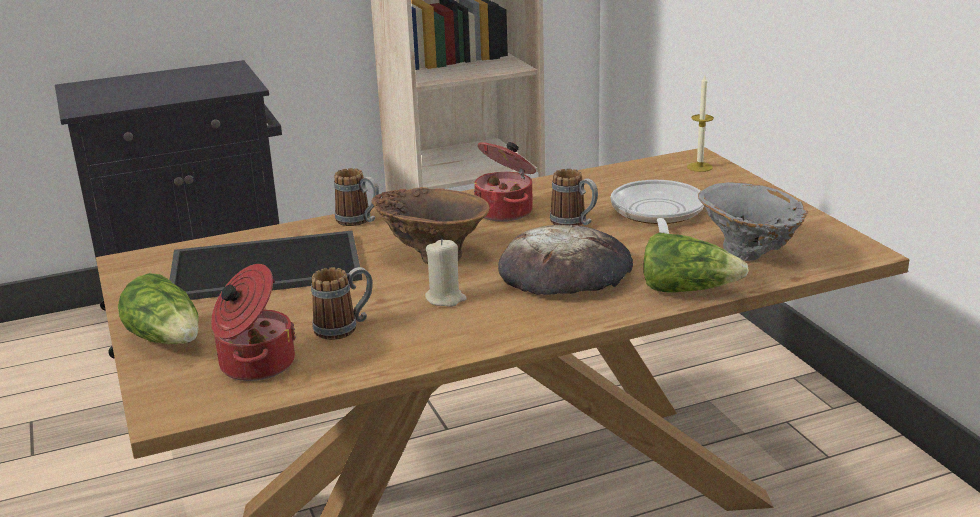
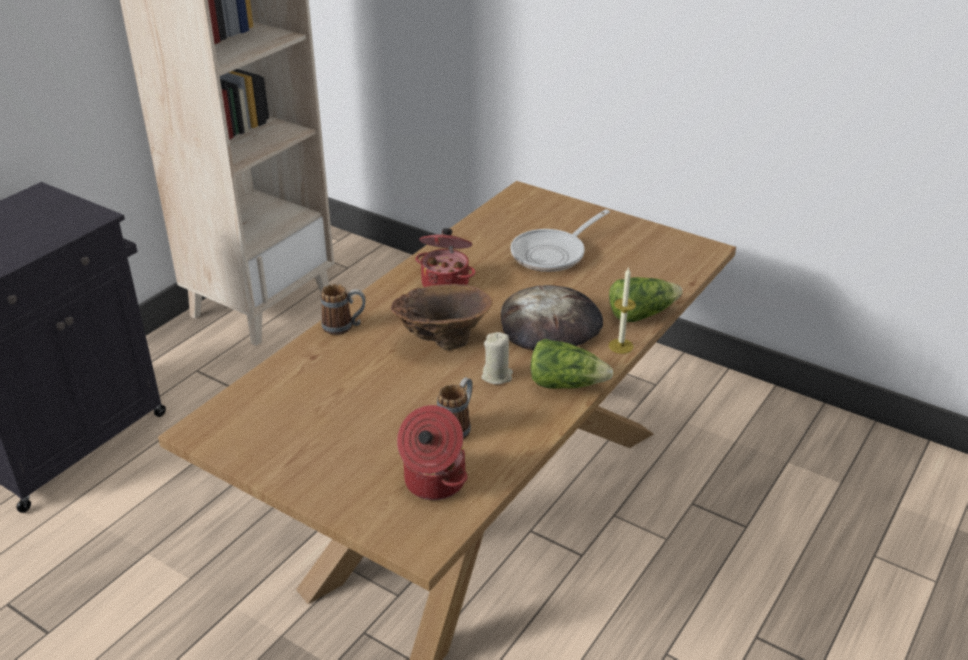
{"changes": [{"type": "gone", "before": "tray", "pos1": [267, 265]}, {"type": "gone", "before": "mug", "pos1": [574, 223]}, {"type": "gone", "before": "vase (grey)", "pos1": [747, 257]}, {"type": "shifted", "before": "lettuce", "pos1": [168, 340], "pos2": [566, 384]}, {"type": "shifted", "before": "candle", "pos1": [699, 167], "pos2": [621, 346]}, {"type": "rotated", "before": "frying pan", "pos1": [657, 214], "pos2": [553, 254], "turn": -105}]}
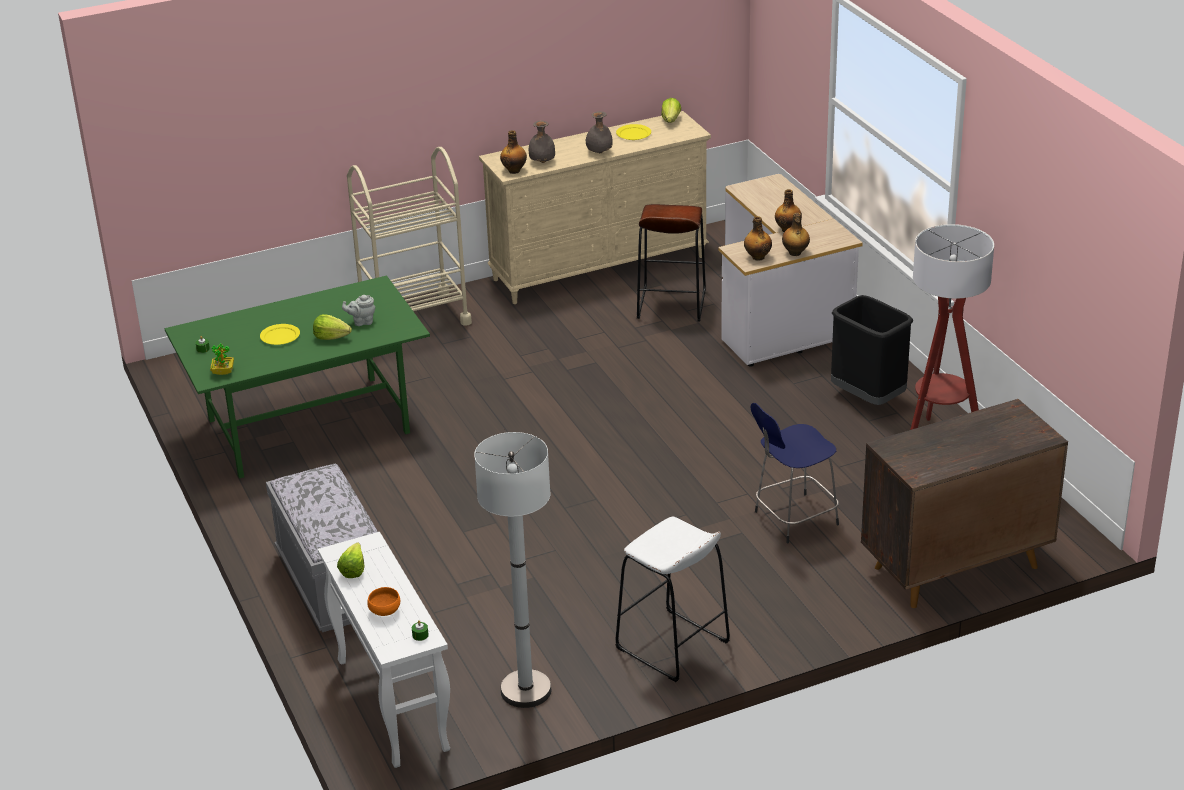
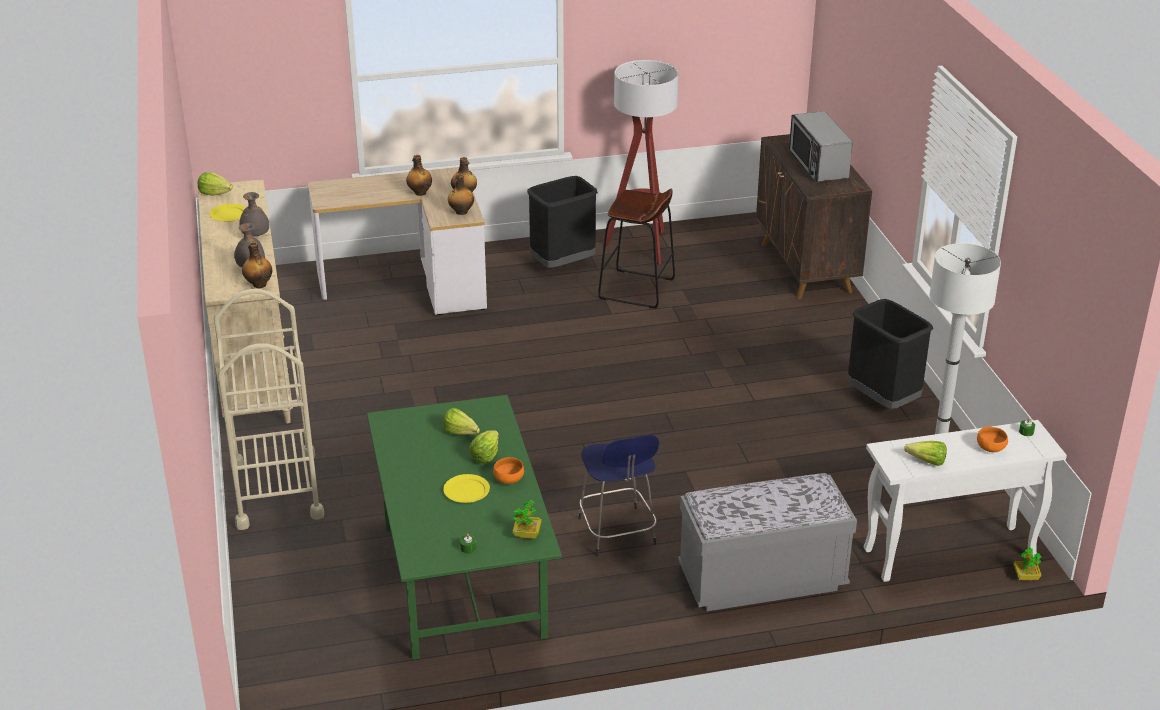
{"changes": [{"type": "new", "after": "bowl (orange)", "pos2": [508, 480]}, {"type": "new", "after": "microwave", "pos2": [818, 165]}, {"type": "new", "after": "potted plant", "pos2": [1025, 576]}, {"type": "shifted", "before": "stool (brown)", "pos1": [671, 304], "pos2": [637, 289]}, {"type": "shifted", "before": "stool (blue)", "pos1": [793, 519], "pos2": [617, 533]}, {"type": "swapped", "before": "teapot (grey)", "after": "lettuce", "pos1": [362, 322], "pos2": [462, 434]}, {"type": "swapped", "before": "stool (white)", "after": "trash can (black)", "pos1": [672, 645], "pos2": [883, 400]}]}
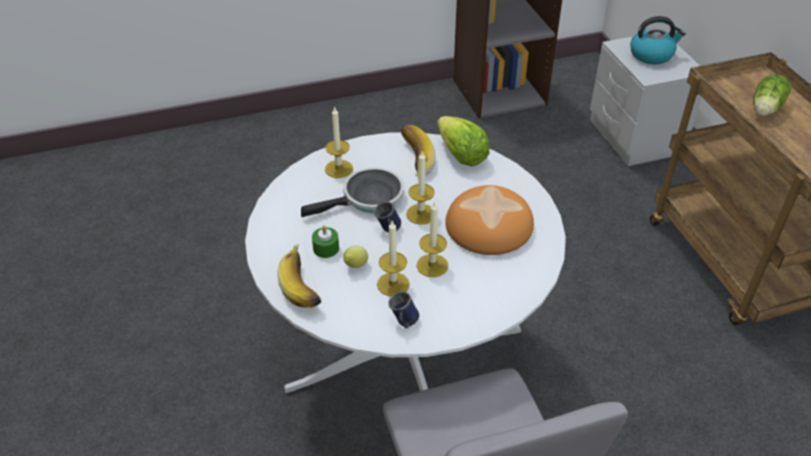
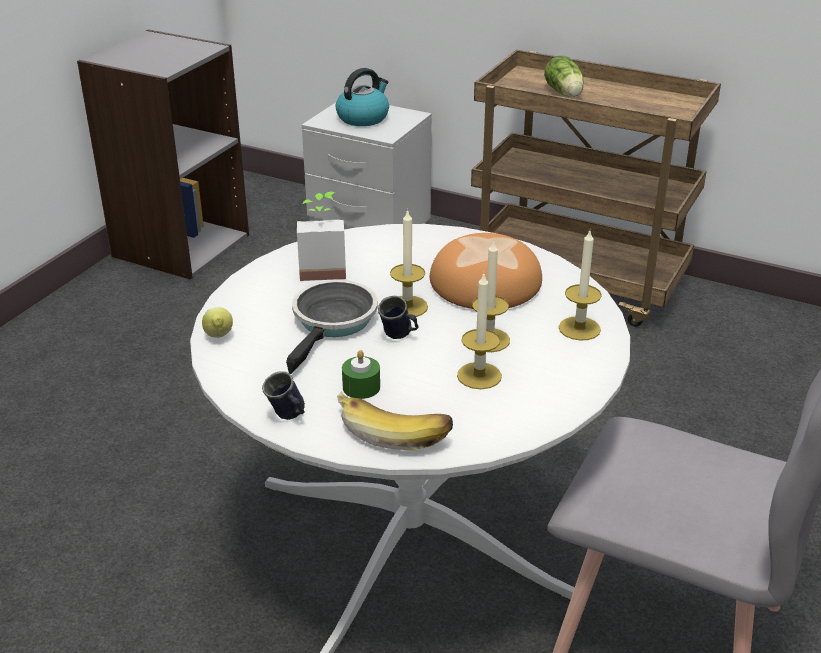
{"changes": [{"type": "gone", "before": "lettuce", "pos1": [461, 156]}, {"type": "shifted", "before": "candle", "pos1": [339, 169], "pos2": [579, 328]}, {"type": "shifted", "before": "lemon", "pos1": [355, 266], "pos2": [219, 337]}, {"type": "shifted", "before": "mug (blue)", "pos1": [403, 323], "pos2": [288, 417]}, {"type": "swapped", "before": "banana", "after": "potted plant", "pos1": [412, 160], "pos2": [322, 269]}]}
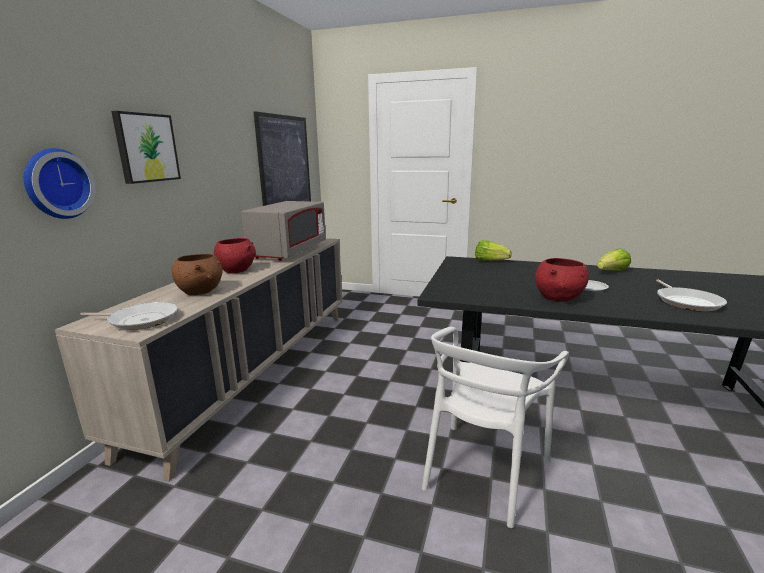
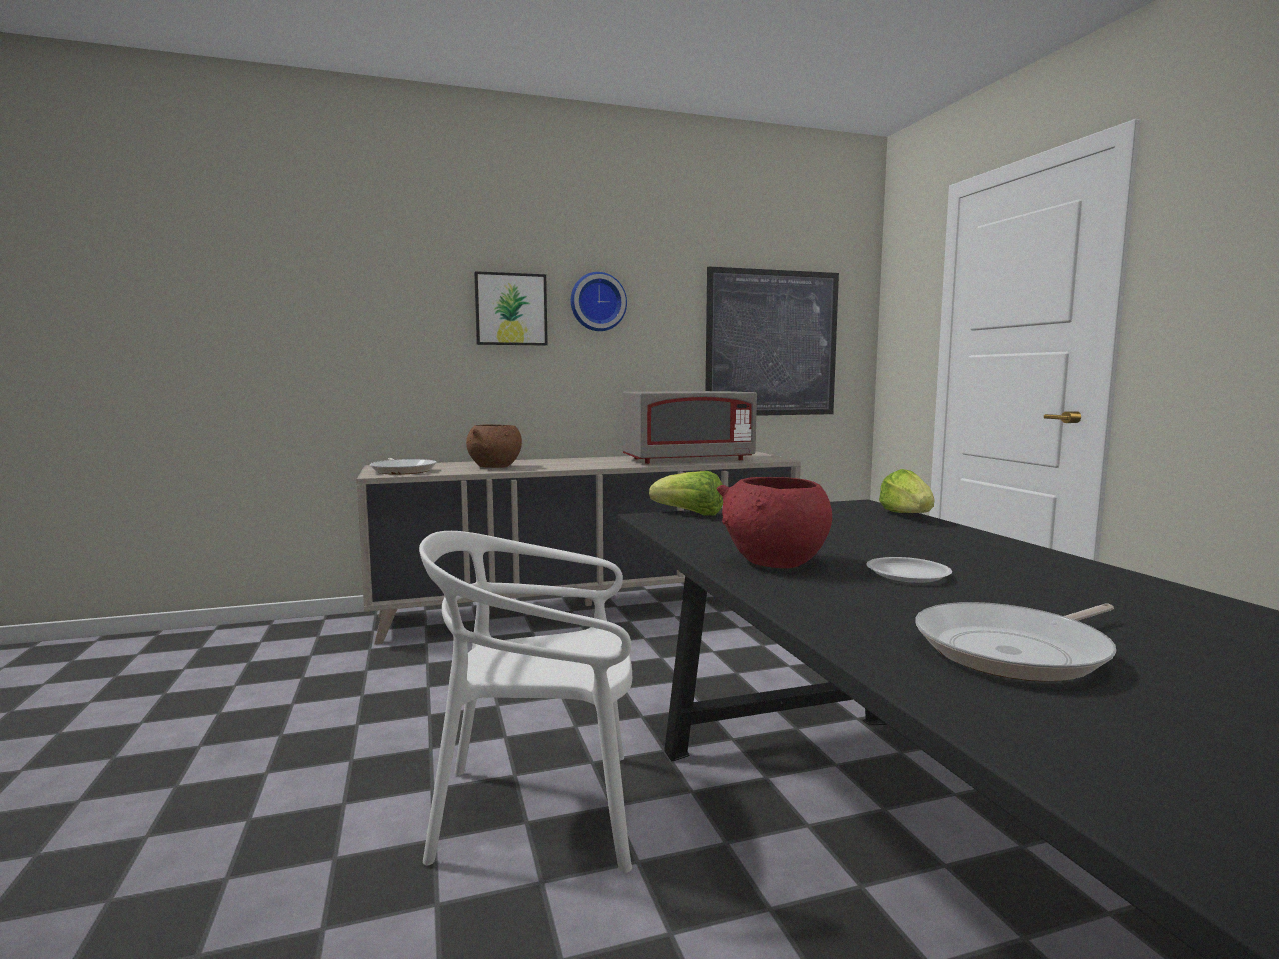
{"changes": [{"type": "gone", "before": "bowl (red)", "pos1": [237, 270]}, {"type": "shifted", "before": "wall clock", "pos1": [56, 184], "pos2": [597, 302]}, {"type": "shifted", "before": "lettuce", "pos1": [612, 272], "pos2": [690, 514]}]}
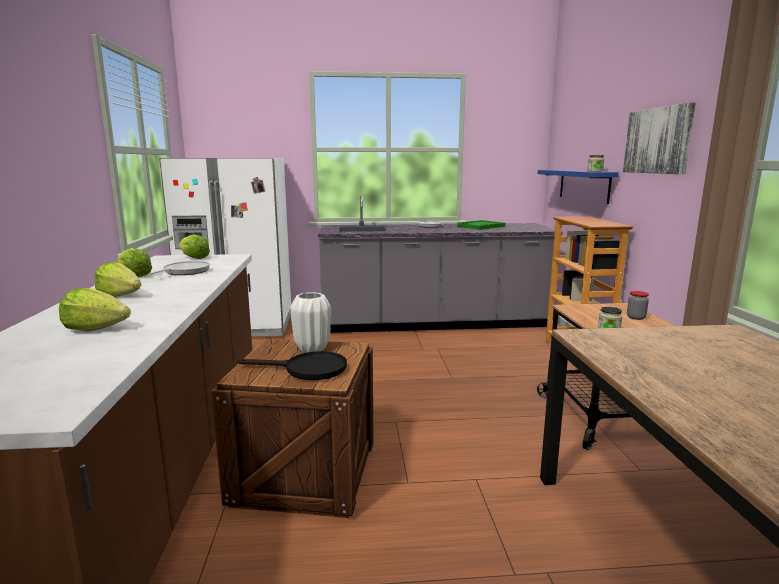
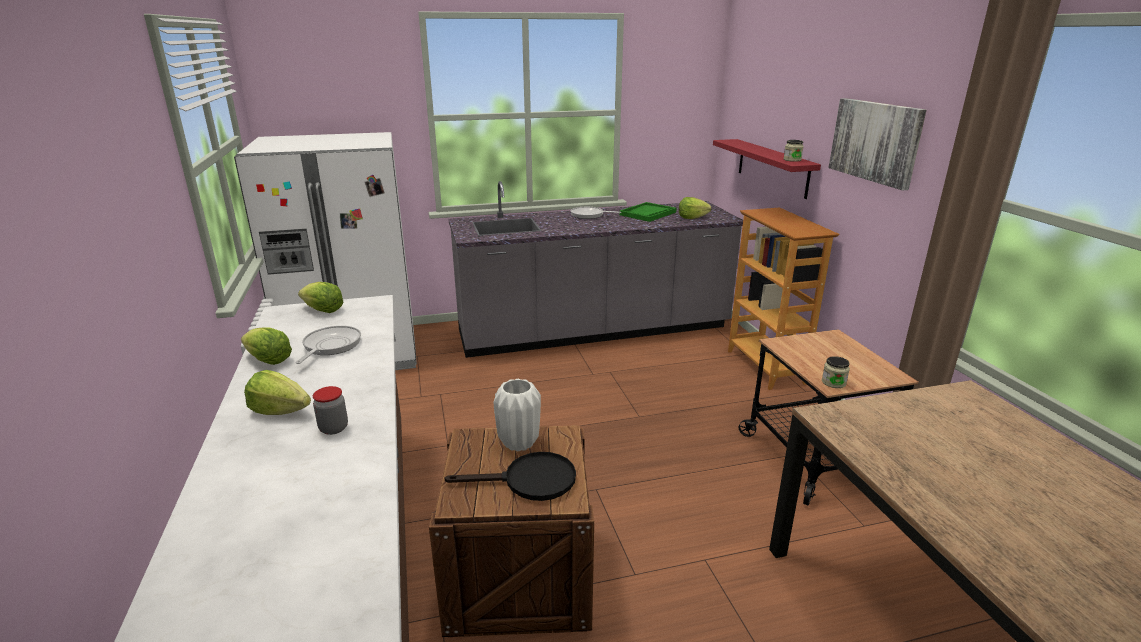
{"changes": [{"type": "shifted", "before": "lettuce", "pos1": [96, 328], "pos2": [692, 218]}, {"type": "shifted", "before": "jar", "pos1": [636, 317], "pos2": [333, 428]}, {"type": "repainted", "before": "shelf (blue)", "after": "shelf (red)", "pos1": [583, 185], "pos2": [772, 167]}]}
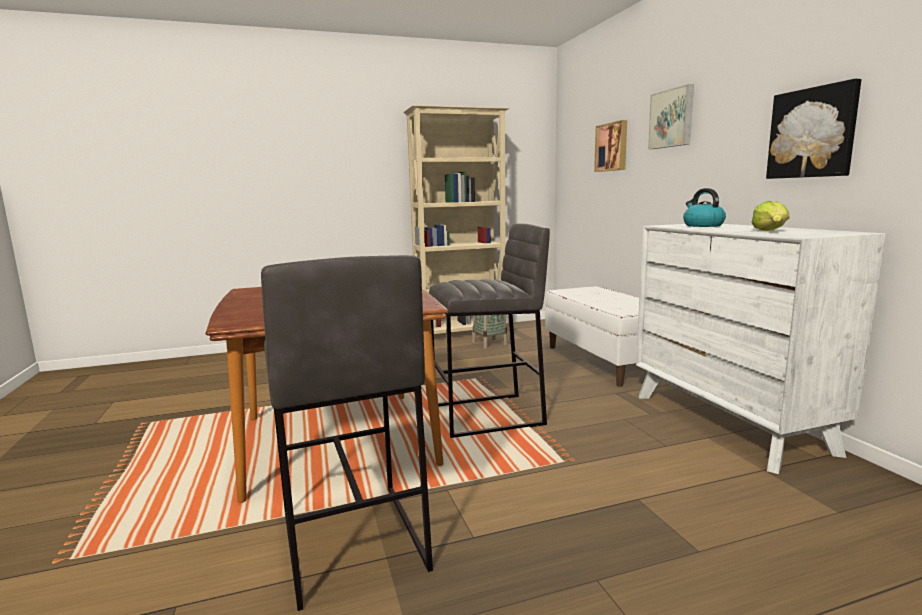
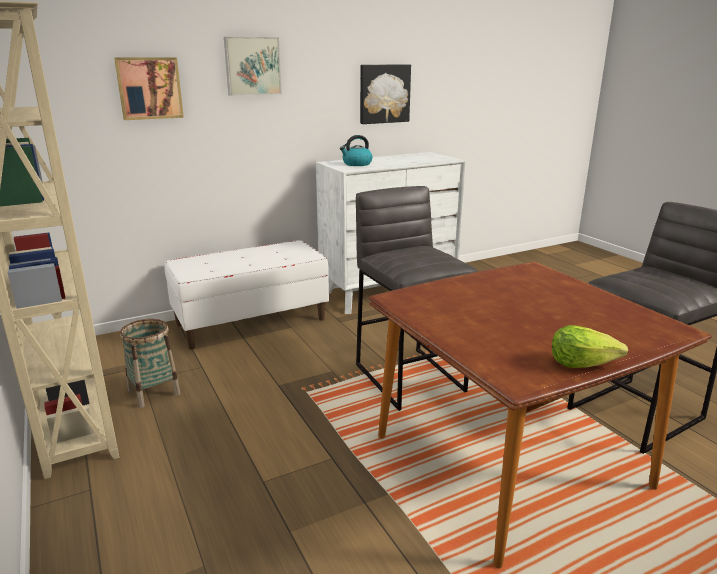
{"changes": [{"type": "shifted", "before": "lettuce", "pos1": [771, 231], "pos2": [582, 363]}]}
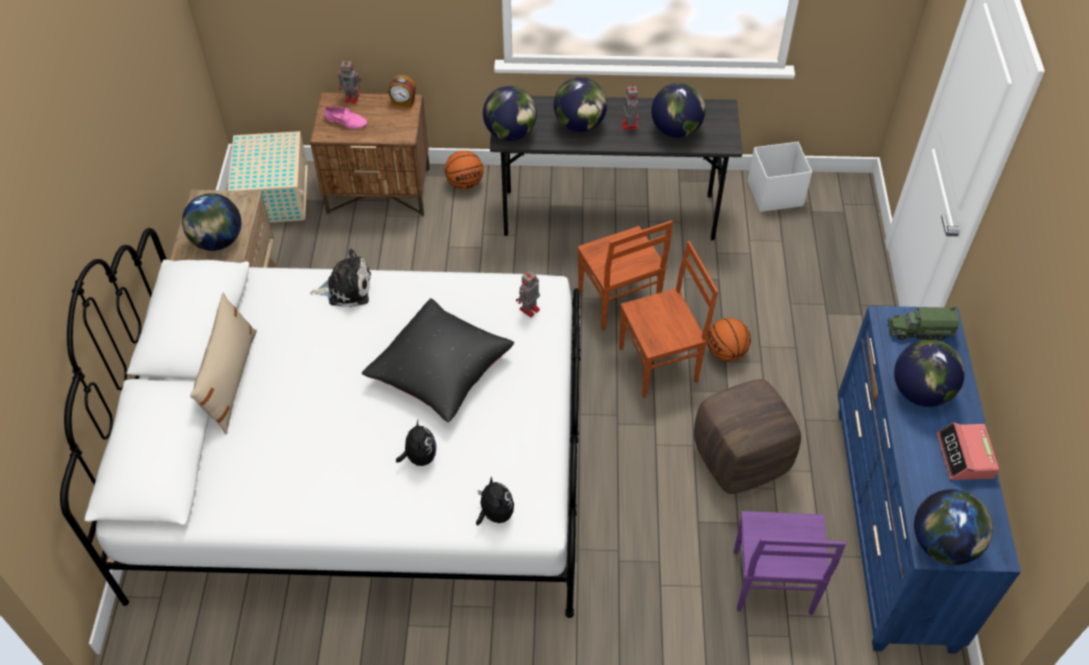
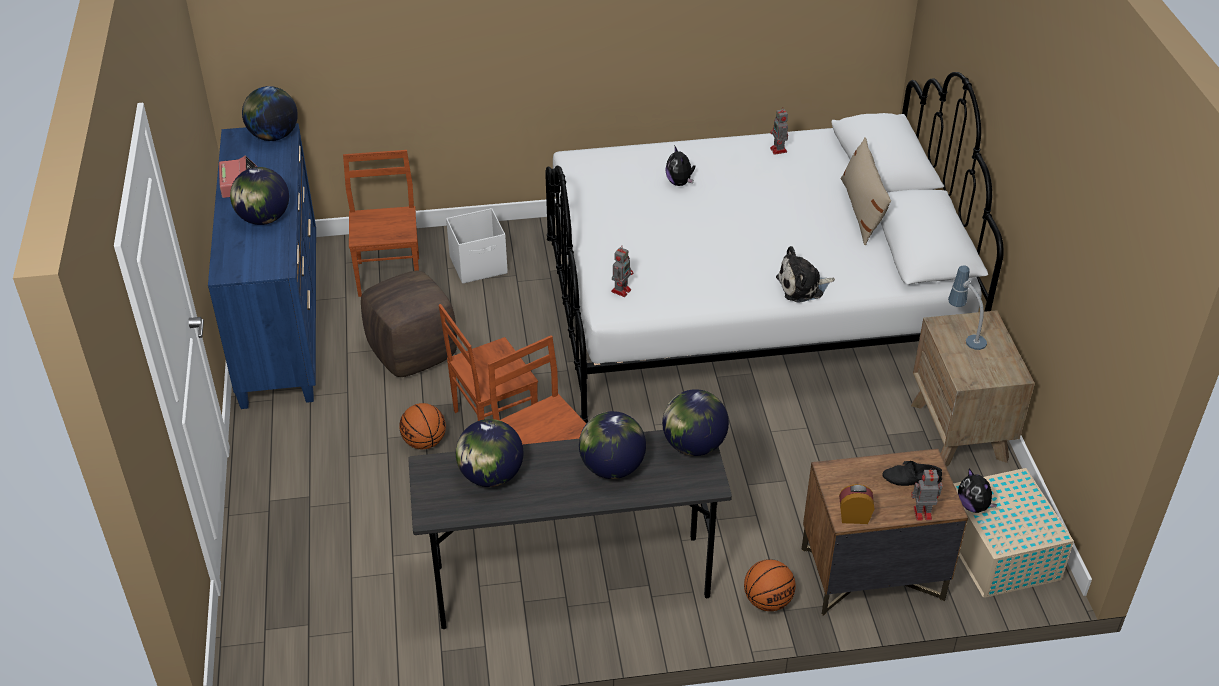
{"changes": [{"type": "gone", "before": "pillow (black)", "pos1": [440, 369]}, {"type": "gone", "before": "toy truck", "pos1": [919, 331]}, {"type": "shifted", "before": "plush toy", "pos1": [495, 514], "pos2": [973, 506]}, {"type": "shifted", "before": "toy robot", "pos1": [629, 124], "pos2": [778, 150]}, {"type": "shifted", "before": "storage box (white)", "pos1": [774, 194], "pos2": [479, 265]}, {"type": "swapped", "before": "globe", "after": "table lamp", "pos1": [217, 241], "pos2": [964, 335]}, {"type": "repainted", "before": "shoe (pink)", "after": "shoe (black)", "pos1": [346, 121], "pos2": [911, 480]}, {"type": "repainted", "before": "chair (purple)", "after": "chair (brown)", "pos1": [771, 583], "pos2": [390, 276]}]}
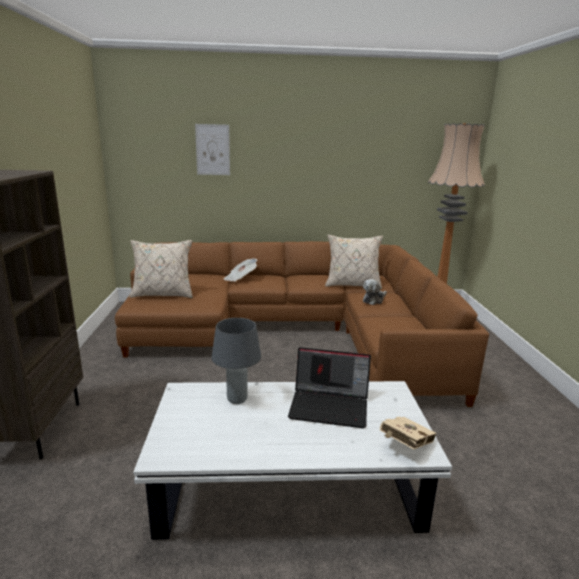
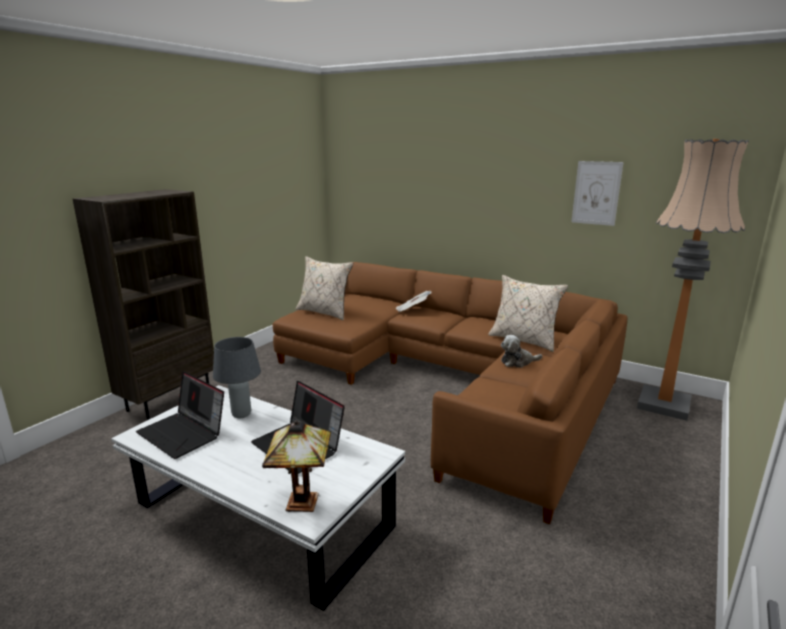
{"changes": [{"type": "new", "after": "laptop", "pos2": [184, 433]}, {"type": "shifted", "before": "picture", "pos1": [213, 149], "pos2": [596, 193]}, {"type": "swapped", "before": "book (beige)", "after": "table lamp", "pos1": [404, 445], "pos2": [303, 504]}]}
